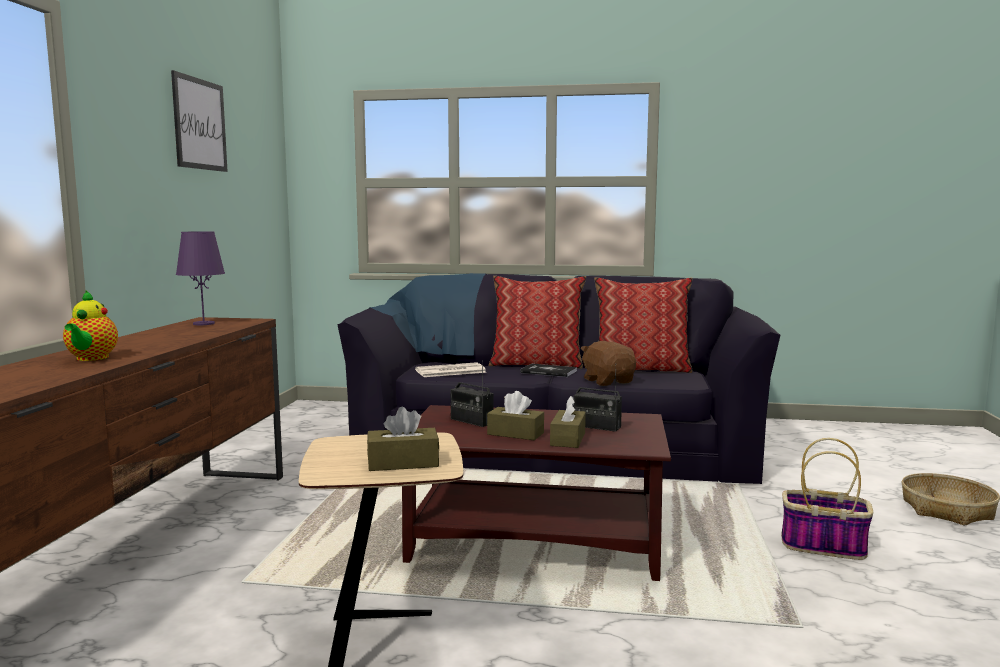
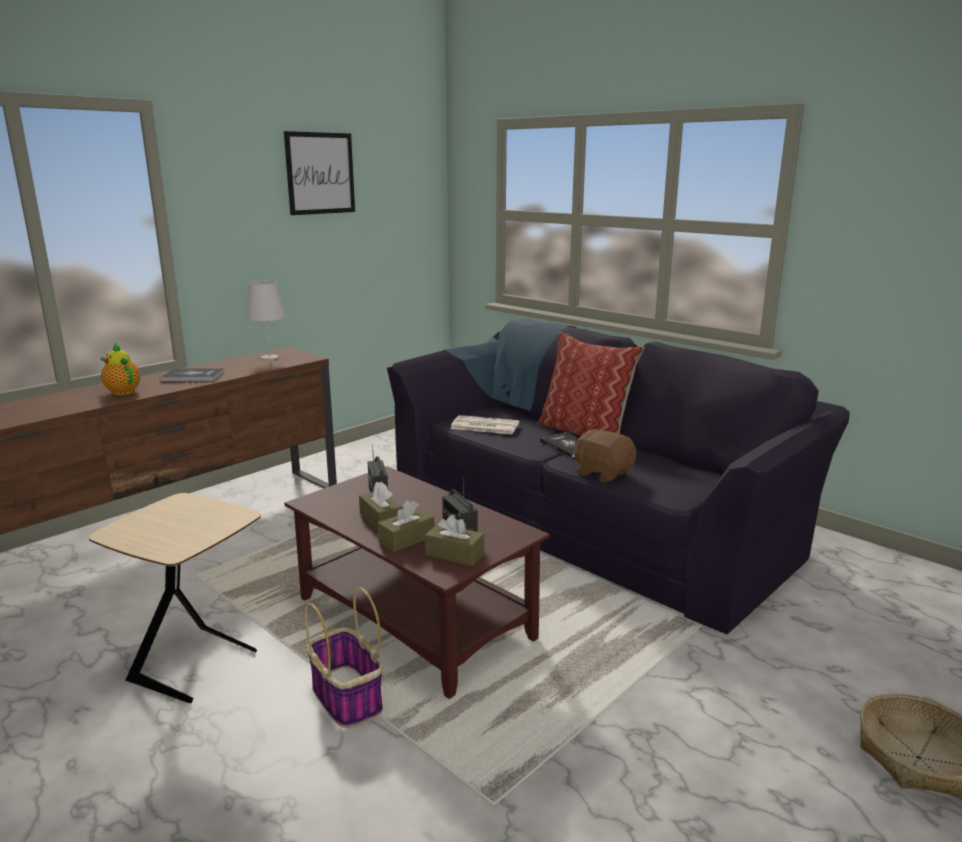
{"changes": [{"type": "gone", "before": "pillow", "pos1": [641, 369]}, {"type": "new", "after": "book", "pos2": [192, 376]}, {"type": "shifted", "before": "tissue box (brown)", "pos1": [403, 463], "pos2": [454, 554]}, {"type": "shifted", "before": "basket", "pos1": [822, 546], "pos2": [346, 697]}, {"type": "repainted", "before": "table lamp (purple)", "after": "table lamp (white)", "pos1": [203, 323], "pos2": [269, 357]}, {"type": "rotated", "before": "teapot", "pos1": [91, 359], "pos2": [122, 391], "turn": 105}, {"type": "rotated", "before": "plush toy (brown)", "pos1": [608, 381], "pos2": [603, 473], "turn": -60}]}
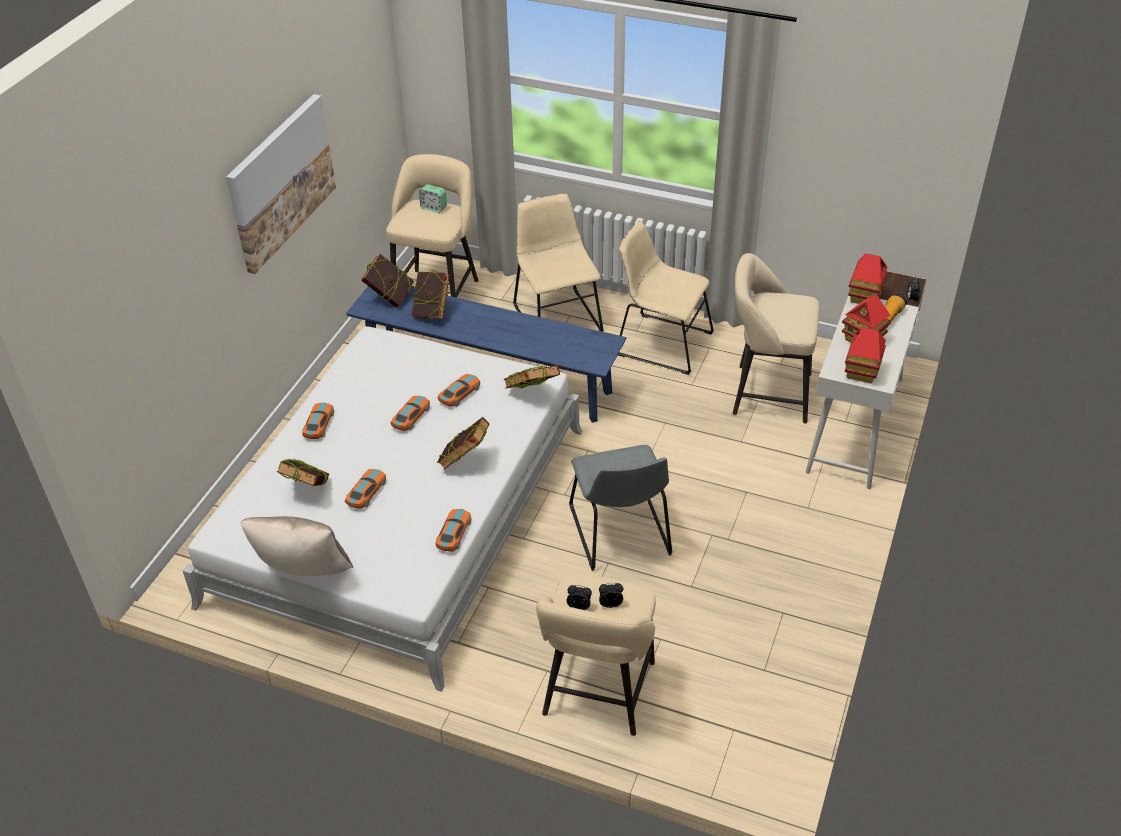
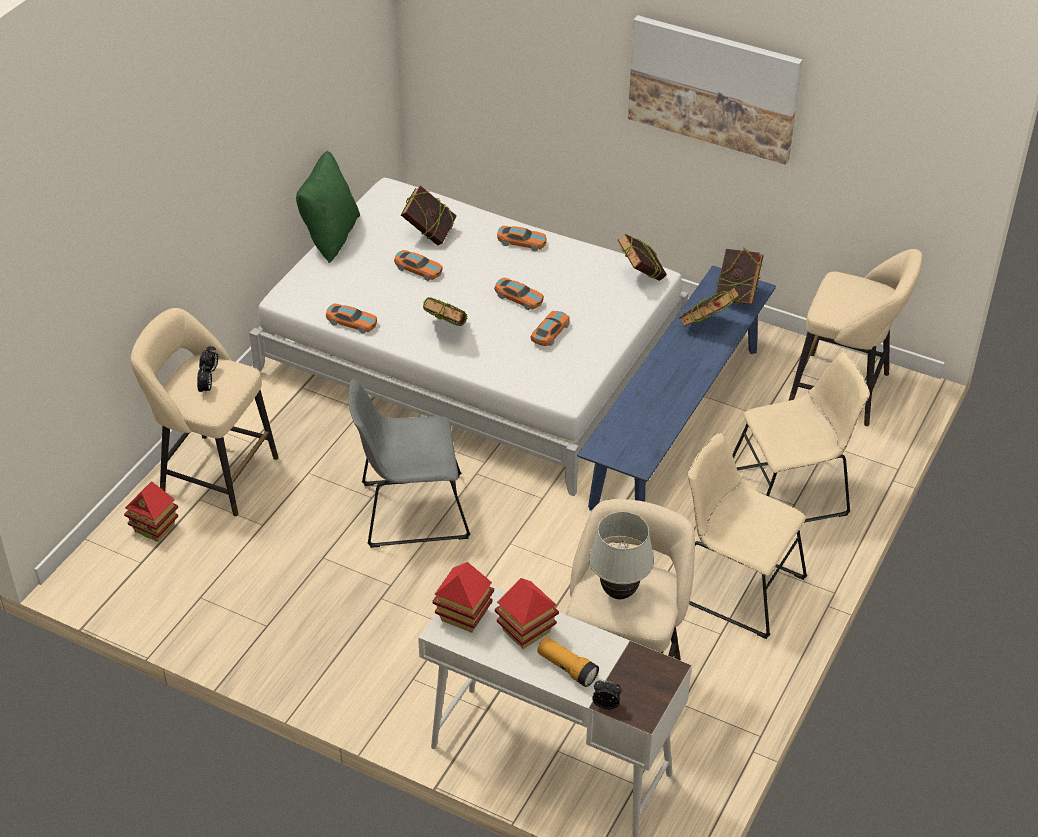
{"changes": [{"type": "gone", "before": "alarm clock", "pos1": [434, 208]}, {"type": "new", "after": "table lamp (white)", "pos2": [619, 593]}, {"type": "shifted", "before": "book", "pos1": [532, 395], "pos2": [640, 277]}, {"type": "shifted", "before": "toy house", "pos1": [864, 297], "pos2": [155, 528]}, {"type": "repainted", "before": "pillow (beige)", "after": "pillow (green)", "pos1": [304, 574], "pos2": [330, 236]}, {"type": "rotated", "before": "toy car", "pos1": [459, 394], "pos2": [550, 332], "turn": -105}, {"type": "rotated", "before": "chair (beige)", "pos1": [660, 342], "pos2": [733, 585], "turn": -90}]}
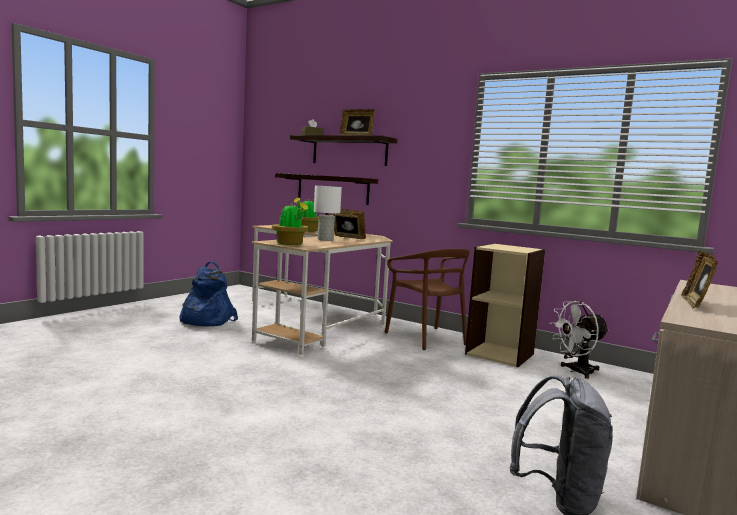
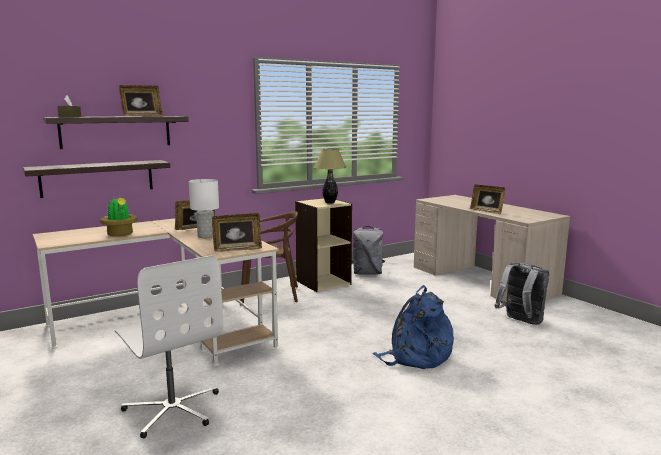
{"changes": [{"type": "new", "after": "office chair (white)", "pos2": [173, 409]}, {"type": "new", "after": "table lamp", "pos2": [330, 203]}, {"type": "shifted", "before": "backpack (blue)", "pos1": [205, 320], "pos2": [416, 356]}, {"type": "swapped", "before": "potted plant", "after": "picture frame", "pos1": [290, 244], "pos2": [237, 249]}, {"type": "swapped", "before": "fan (white)", "after": "backpack (grey)", "pos1": [576, 371], "pos2": [367, 273]}]}
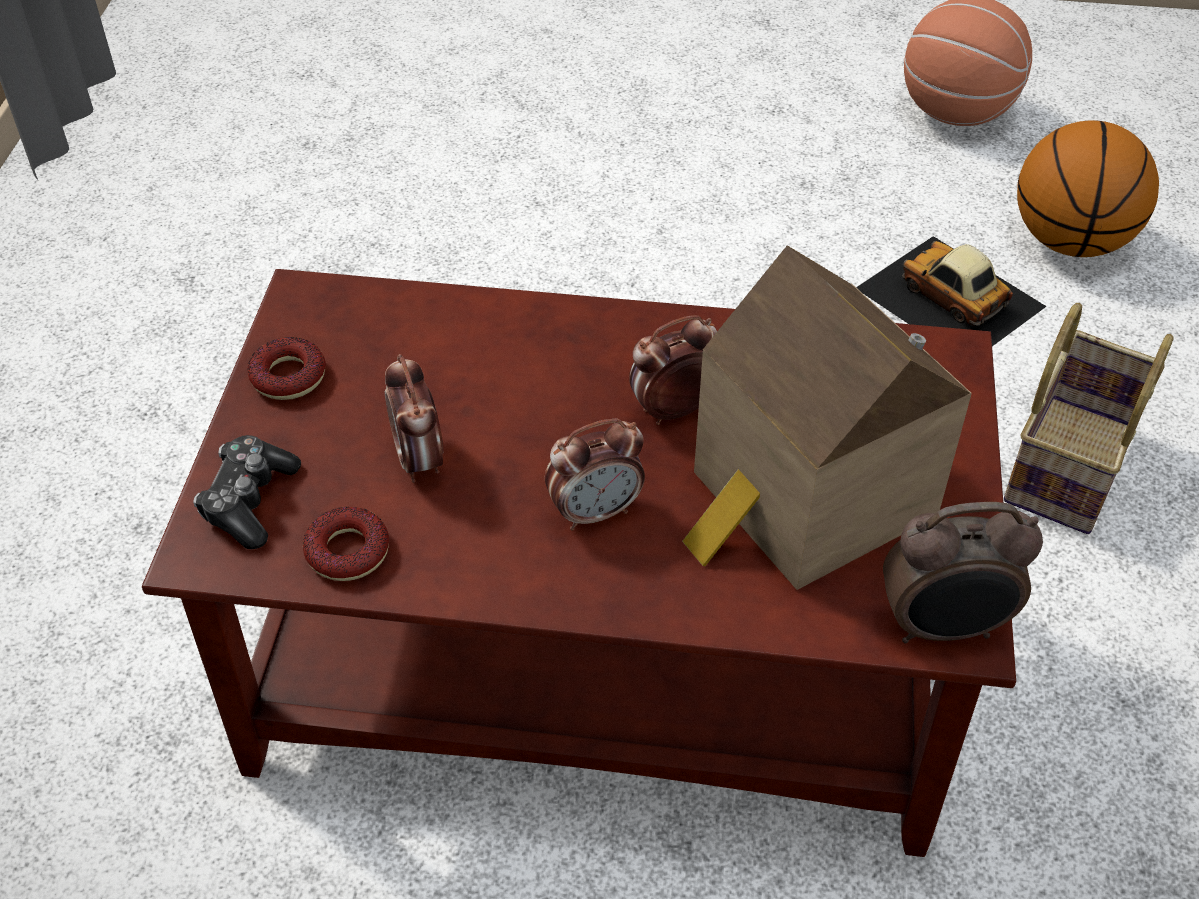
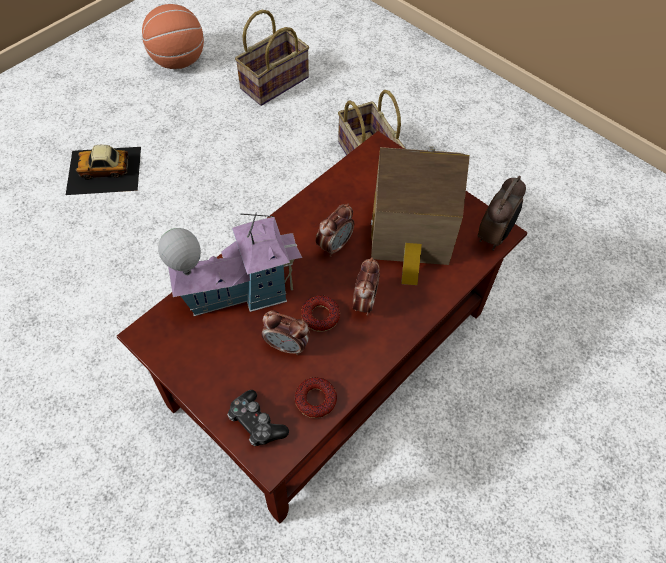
{"changes": [{"type": "new", "after": "toy house", "pos2": [240, 291]}, {"type": "shifted", "before": "donut", "pos1": [288, 376], "pos2": [320, 316]}, {"type": "shifted", "before": "toy car", "pos1": [950, 298], "pos2": [104, 170]}, {"type": "swapped", "before": "basketball", "after": "basket", "pos1": [1071, 241], "pos2": [275, 81]}, {"type": "rotated", "before": "alarm clock", "pos1": [673, 410], "pos2": [334, 245], "turn": -150}]}
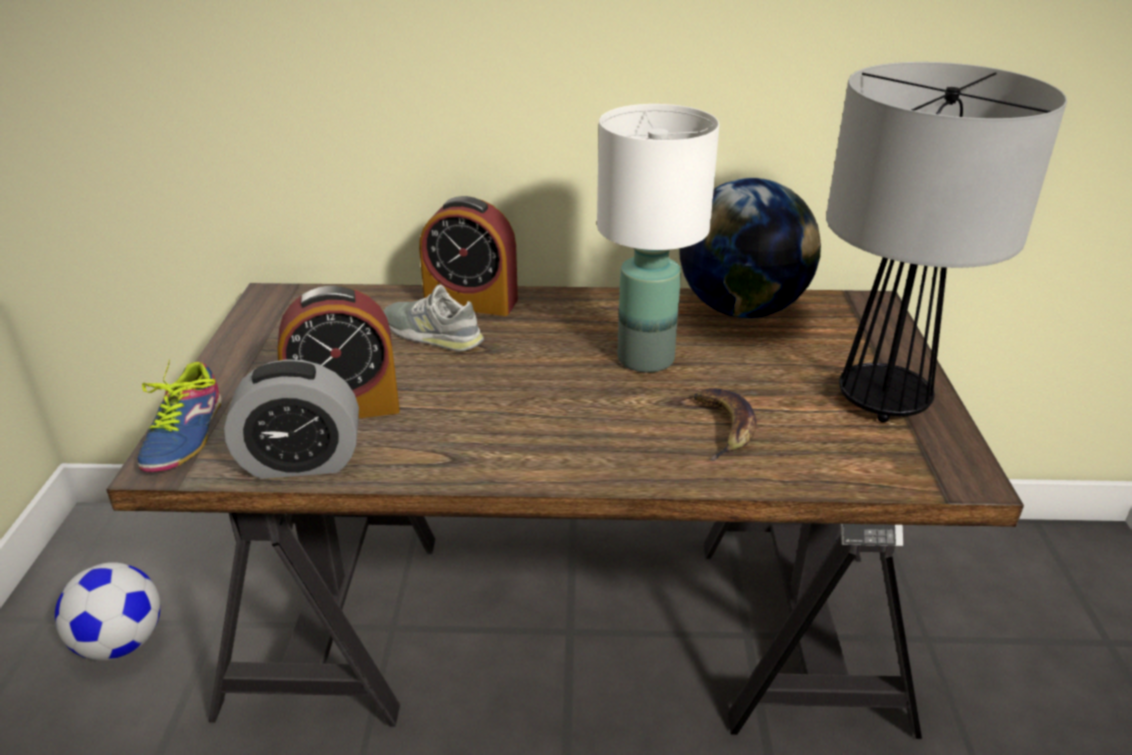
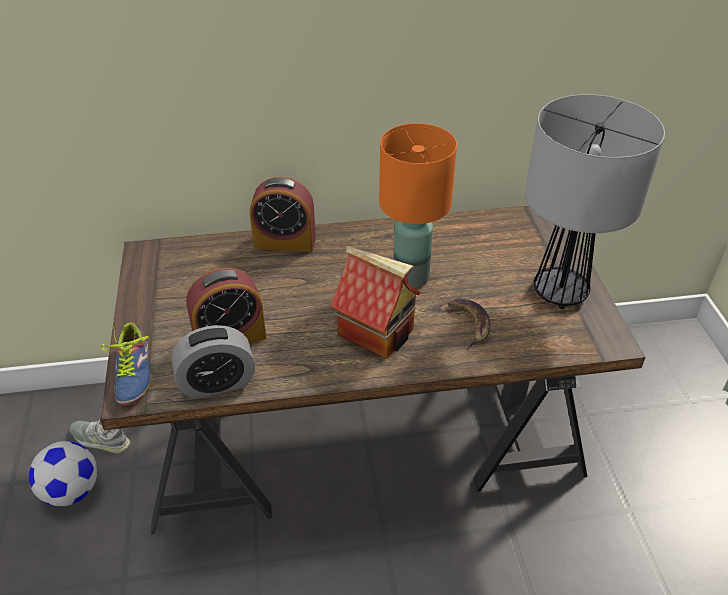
{"changes": [{"type": "gone", "before": "globe", "pos1": [741, 309]}, {"type": "new", "after": "toy house", "pos2": [377, 332]}, {"type": "shifted", "before": "shoe (grey)", "pos1": [432, 334], "pos2": [100, 439]}, {"type": "repainted", "before": "table lamp (white)", "after": "table lamp (orange)", "pos1": [646, 358], "pos2": [411, 276]}]}
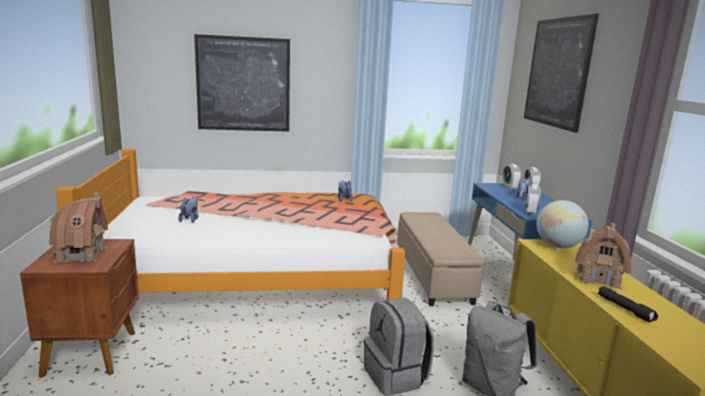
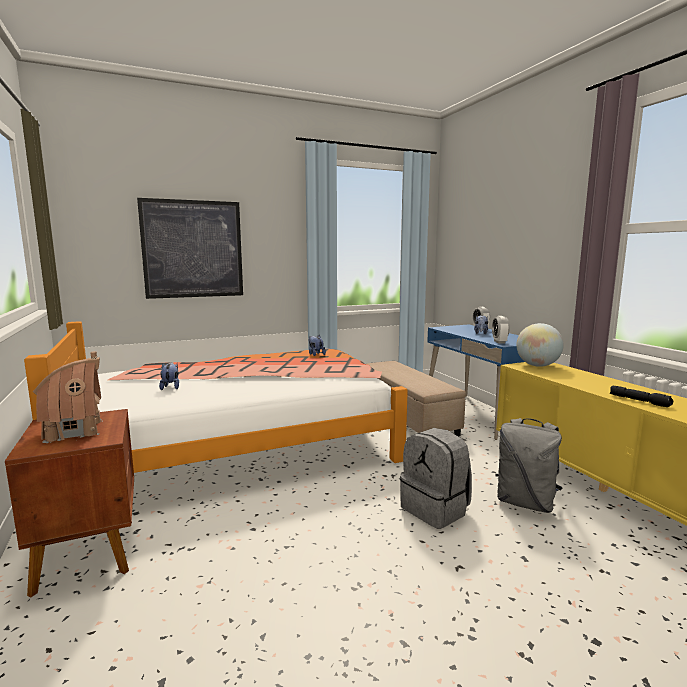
{"changes": [{"type": "gone", "before": "alarm clock", "pos1": [510, 187]}, {"type": "gone", "before": "picture", "pos1": [557, 72]}, {"type": "gone", "before": "toy house", "pos1": [598, 278]}]}
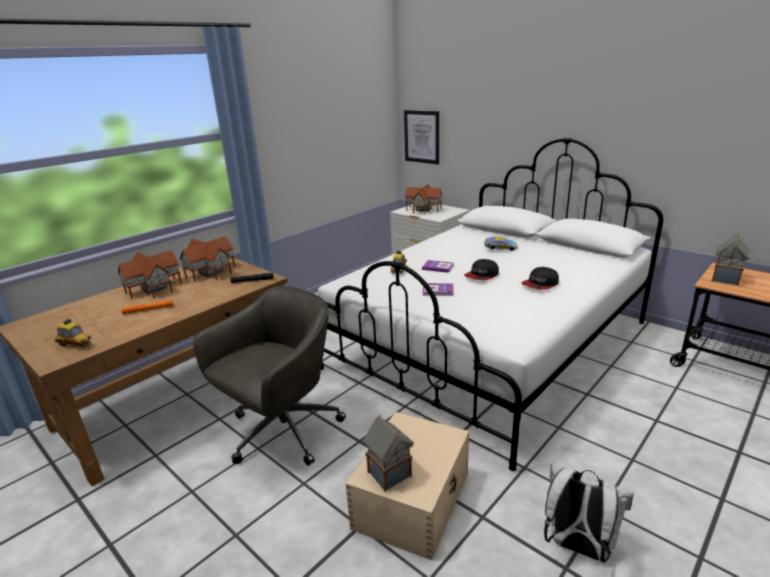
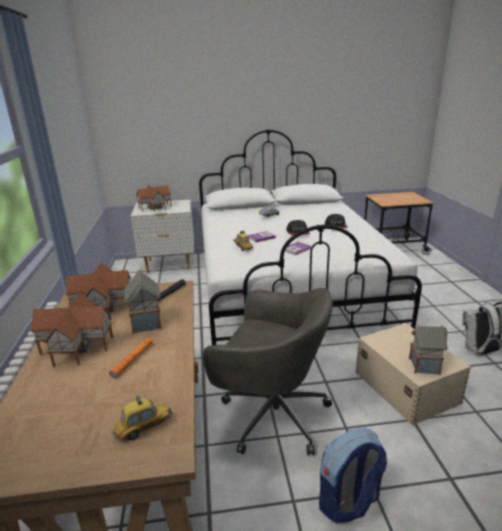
{"changes": [{"type": "gone", "before": "picture", "pos1": [422, 137]}, {"type": "new", "after": "backpack", "pos2": [348, 502]}, {"type": "shifted", "before": "toy house", "pos1": [725, 280], "pos2": [147, 324]}, {"type": "rotated", "before": "office chair (grey)", "pos1": [282, 432], "pos2": [271, 414], "turn": 120}]}
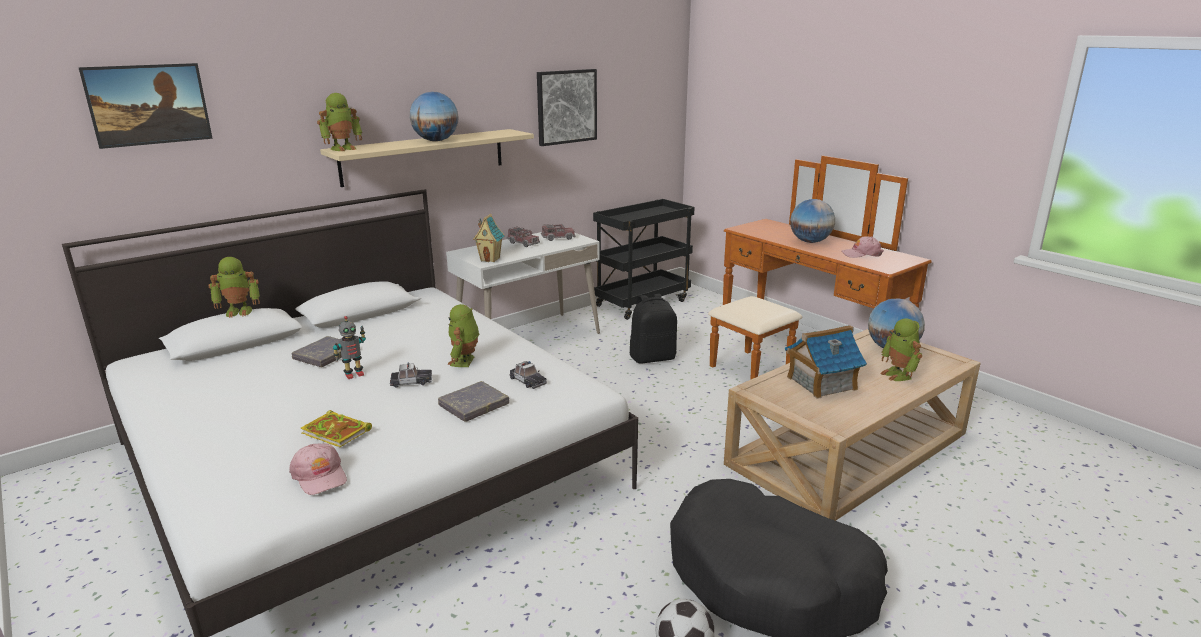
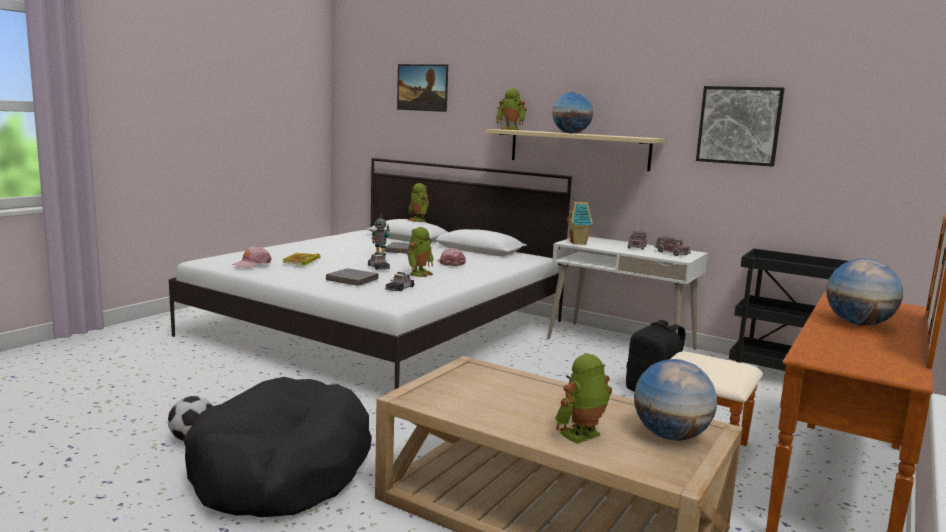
{"changes": [{"type": "gone", "before": "toy house", "pos1": [821, 383]}, {"type": "shifted", "before": "cap (pink)", "pos1": [861, 254], "pos2": [450, 263]}, {"type": "rotated", "before": "toy robot", "pos1": [465, 362], "pos2": [419, 274], "turn": 135}]}
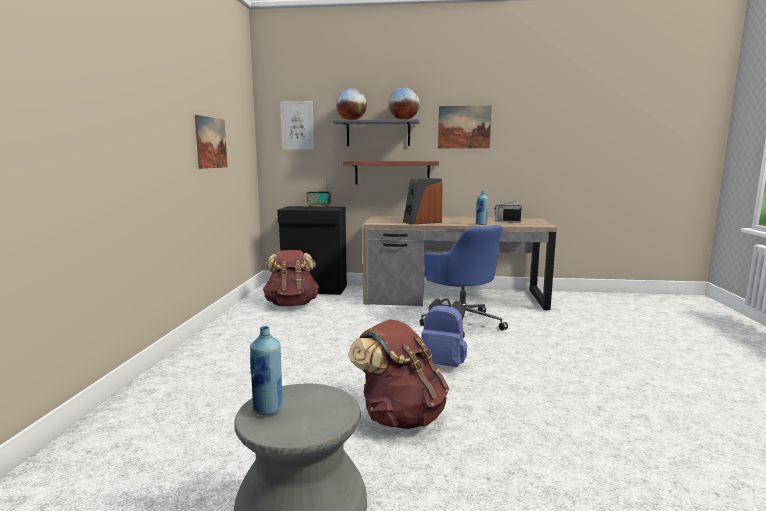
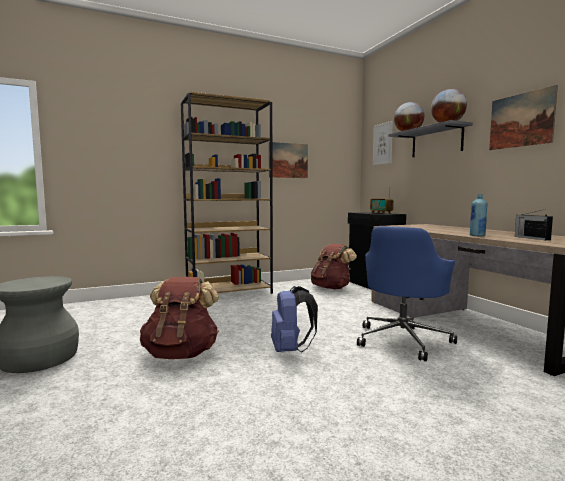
{"changes": [{"type": "gone", "before": "bottle (blue)", "pos1": [268, 409]}, {"type": "gone", "before": "shelf", "pos1": [392, 172]}, {"type": "gone", "before": "speaker", "pos1": [422, 222]}, {"type": "new", "after": "bookcase (brown)", "pos2": [229, 292]}]}
